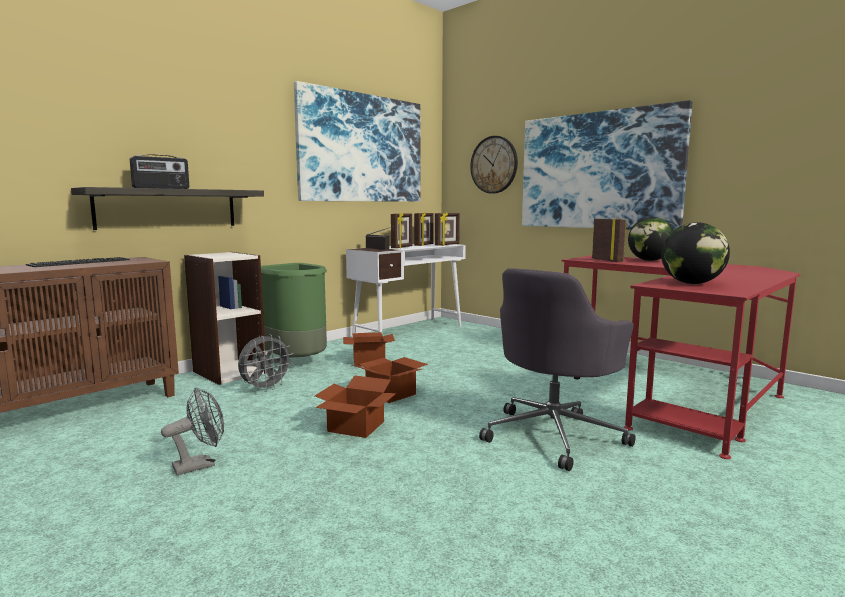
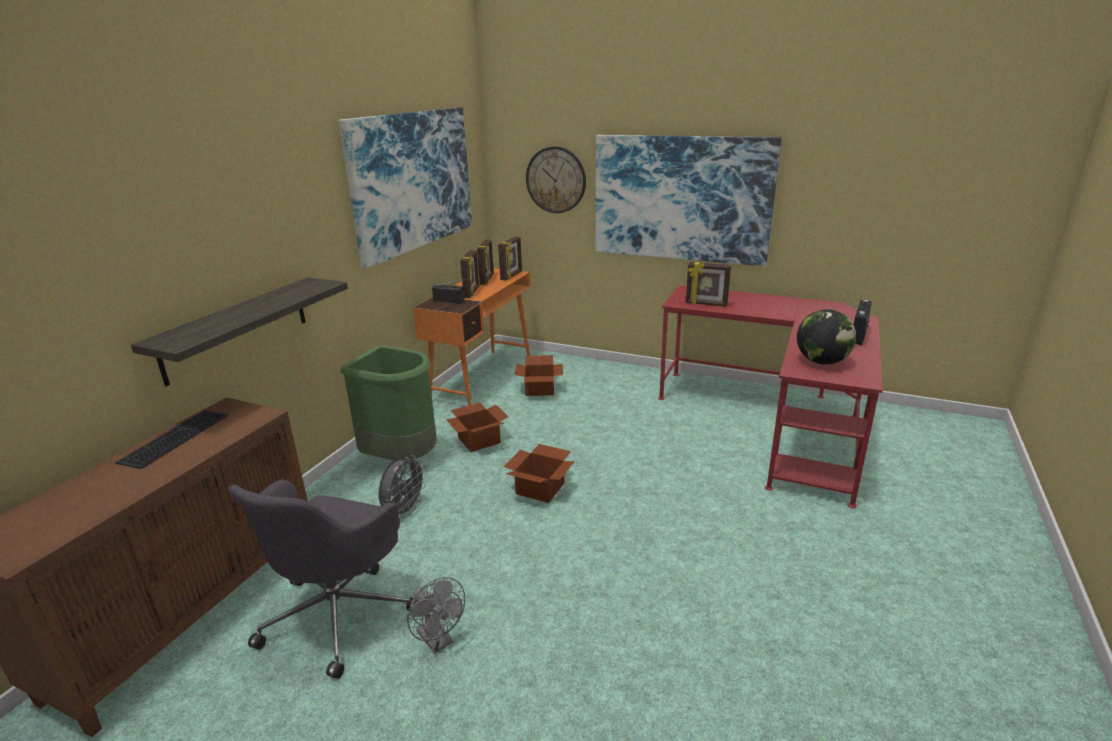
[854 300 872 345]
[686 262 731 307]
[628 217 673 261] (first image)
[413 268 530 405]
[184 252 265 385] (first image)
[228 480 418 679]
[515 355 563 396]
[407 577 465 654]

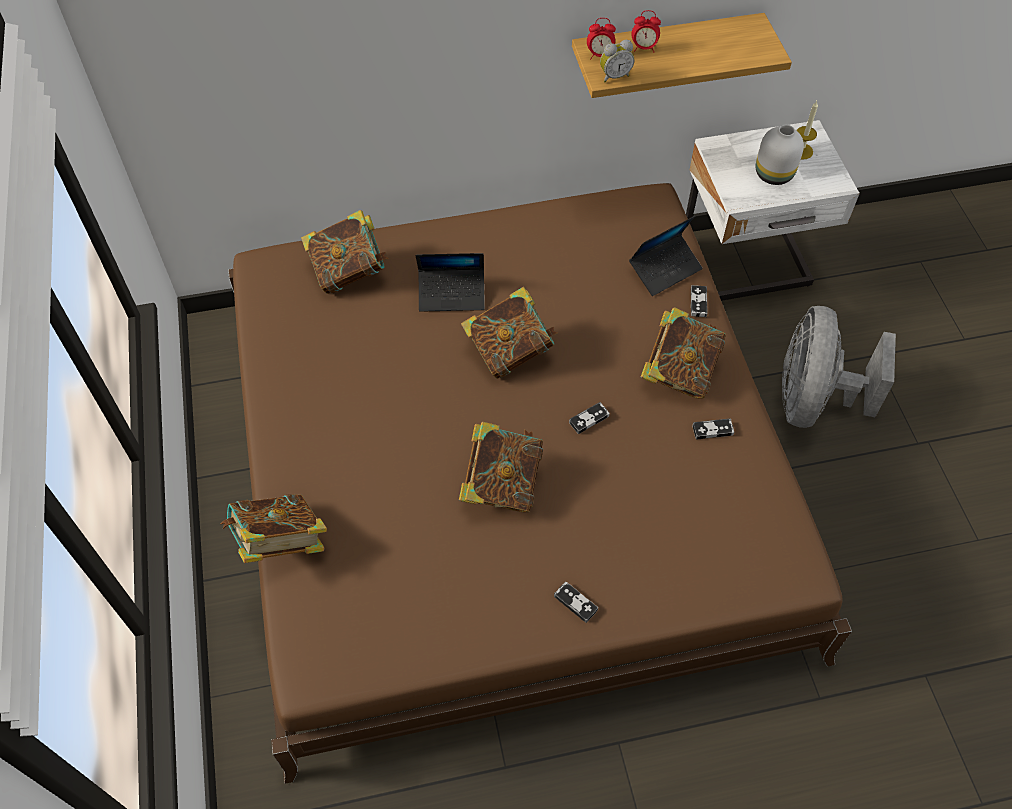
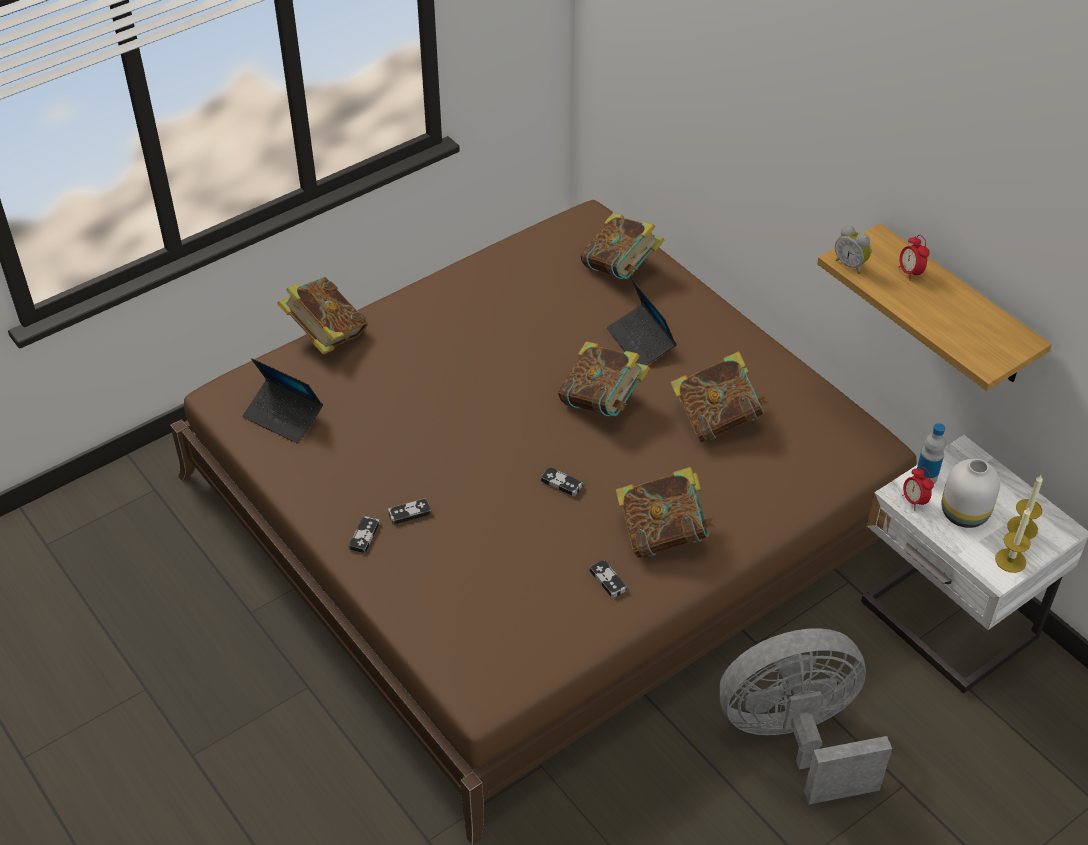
[902 467 934 511]
[243 358 323 444]
[388 498 431 525]
[670 351 769 443]
[917 423 946 484]
[995 508 1031 573]

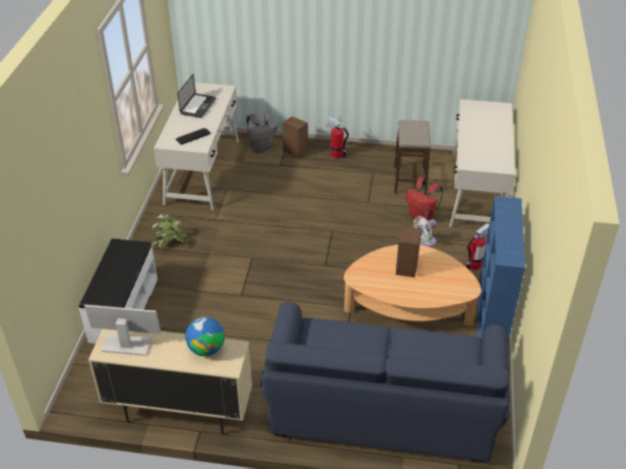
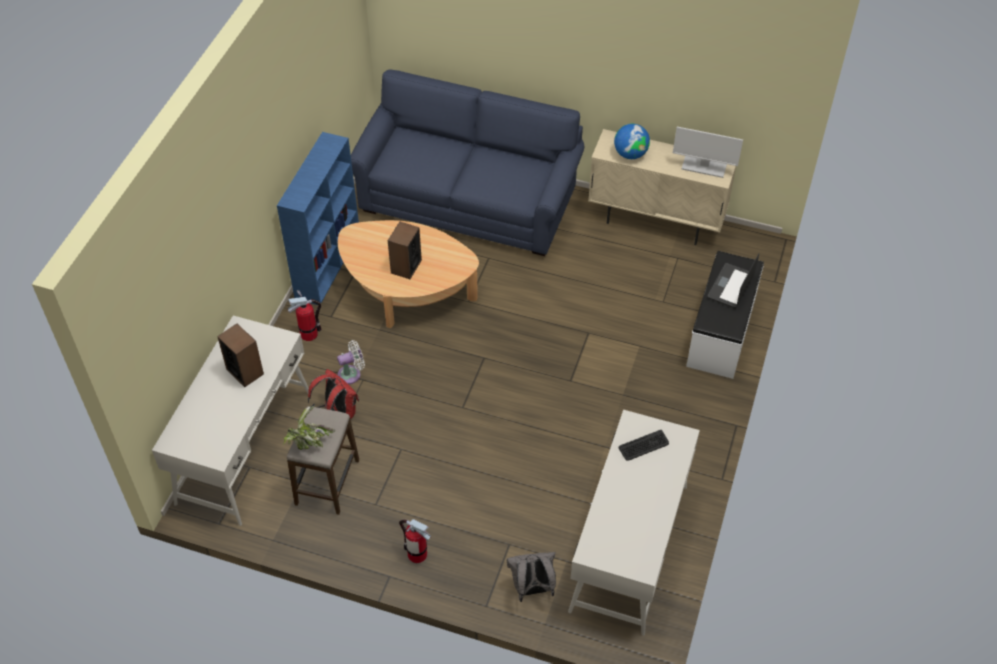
[707 254 759 308]
[217 324 264 387]
[282 404 335 450]

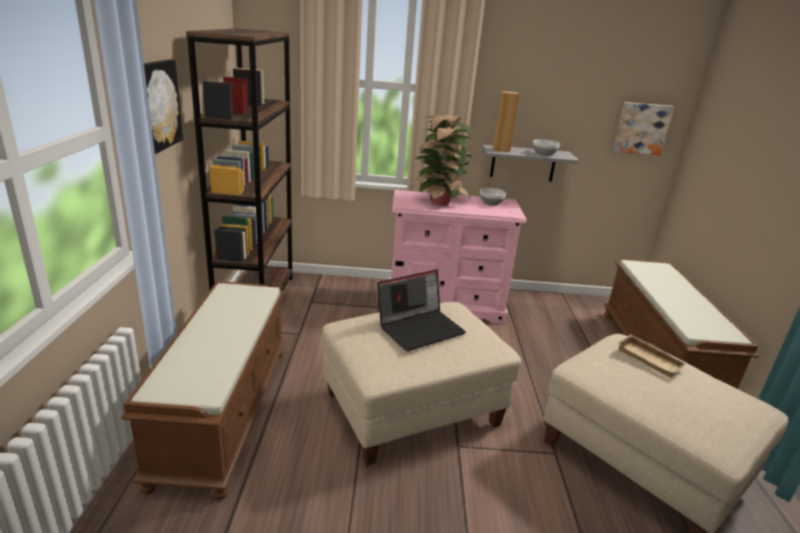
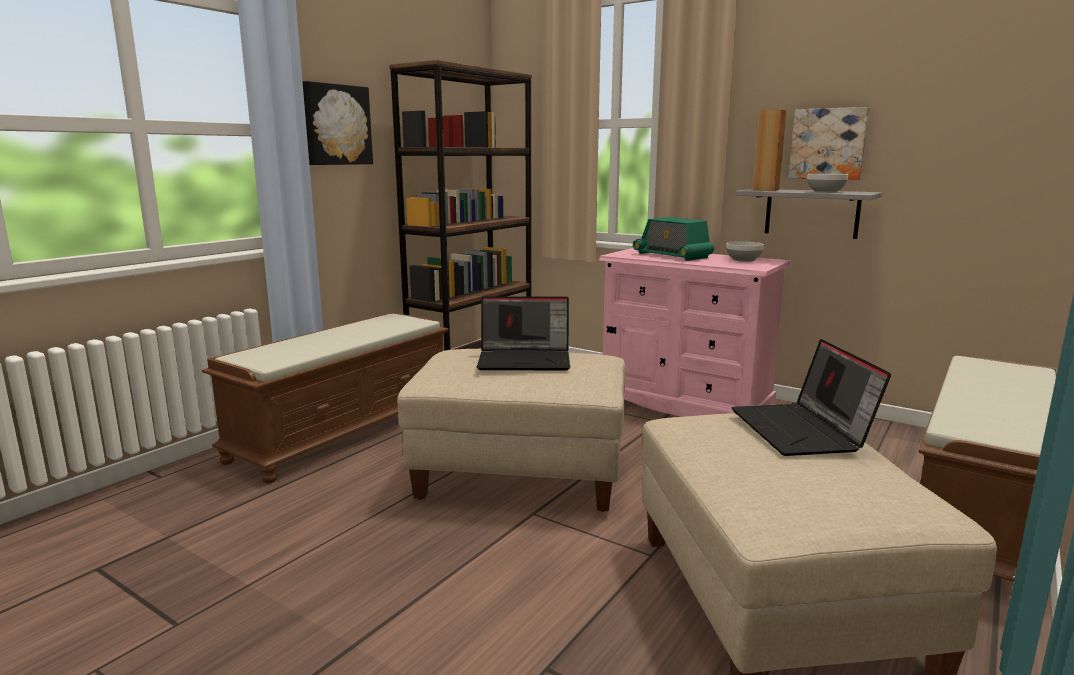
[789 107 869 180]
[633 217 714 261]
[732 339 891 456]

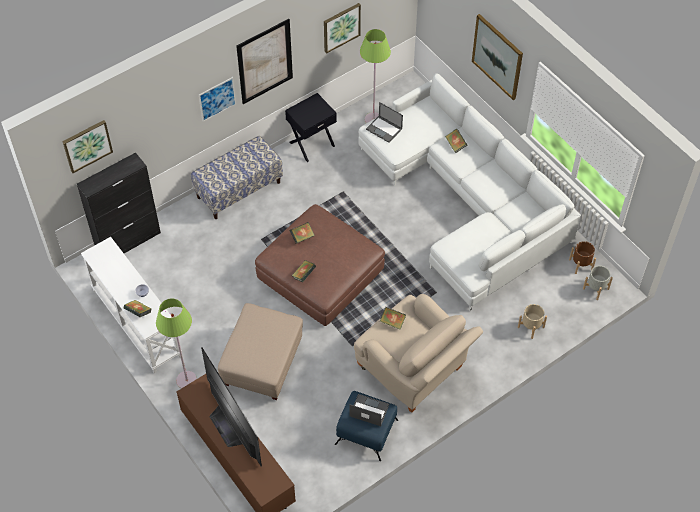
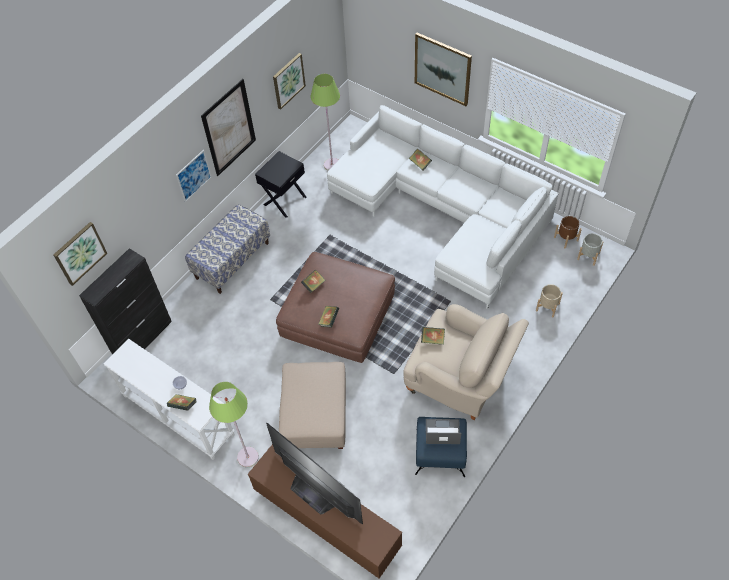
[366 102 403 143] (first image)

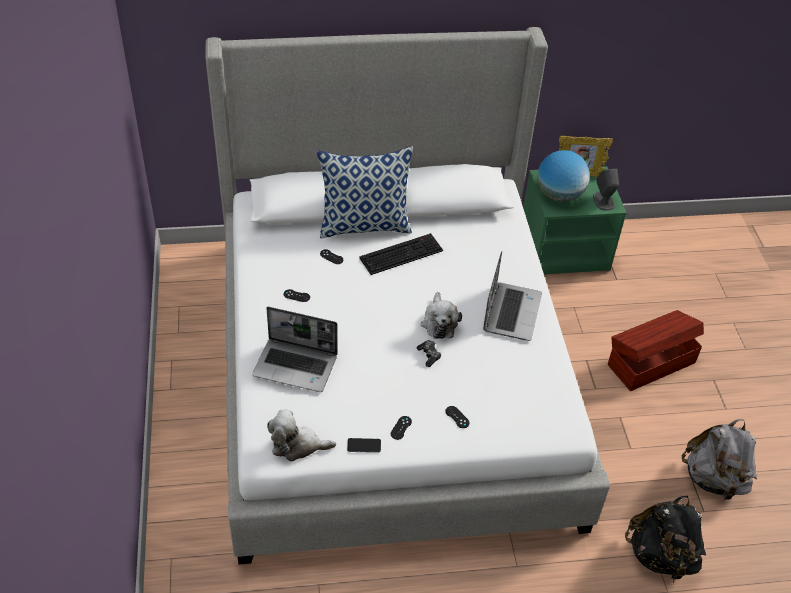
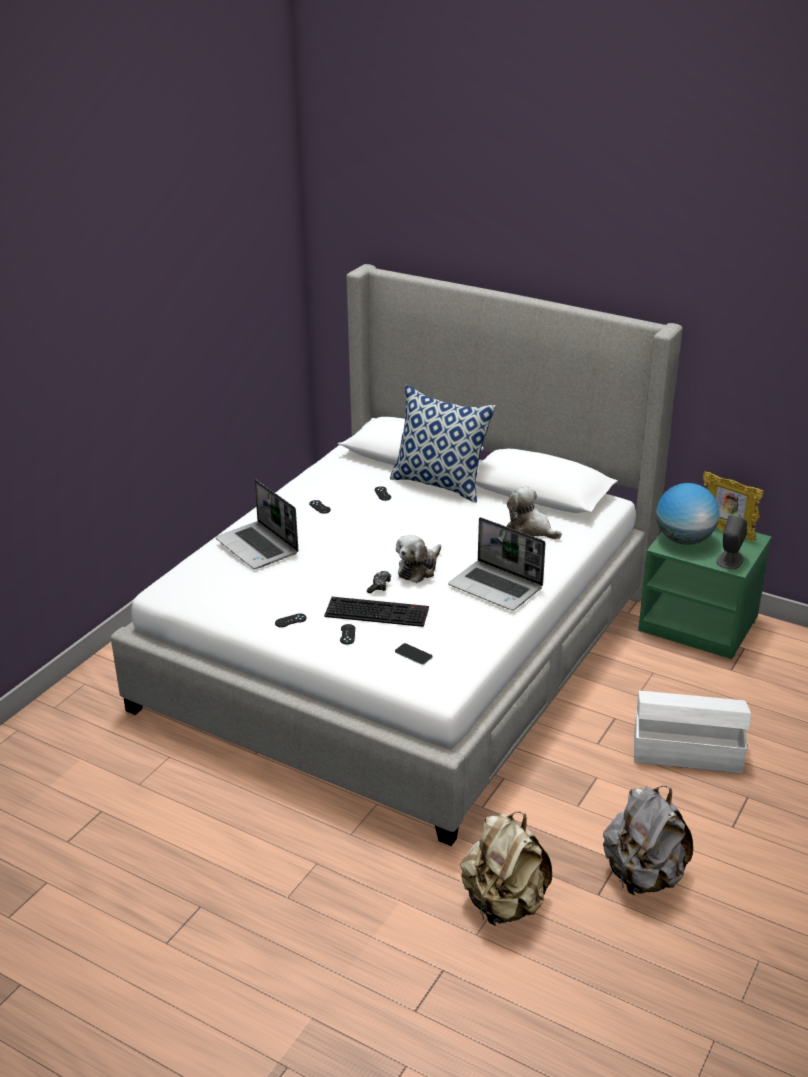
[324 597 429 627]
[448 517 546 611]
[634 691 751 774]
[507 486 562 539]
[395 643 433 665]
[460 811 552 926]

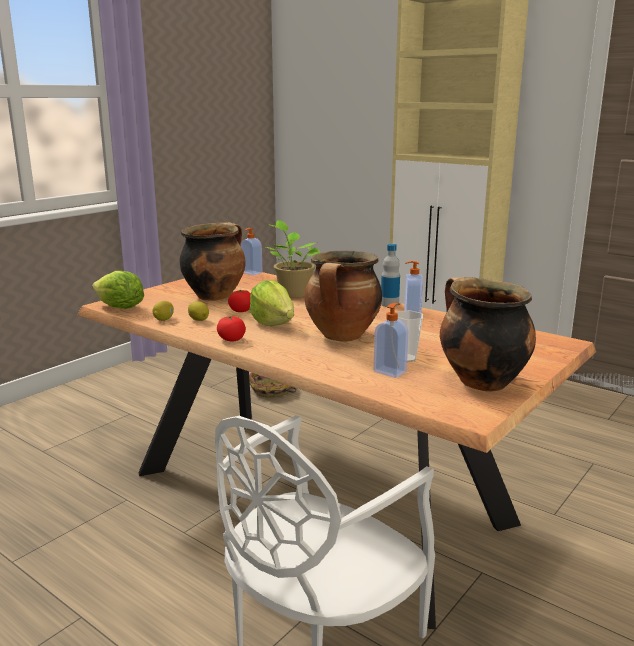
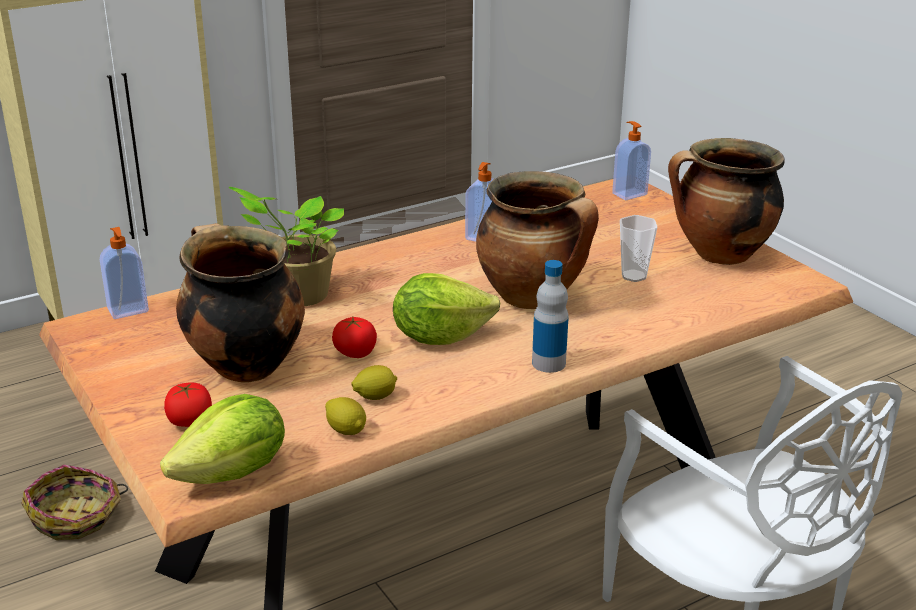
[532 260 569 373]
[612 121 651 200]
[164 382 212 427]

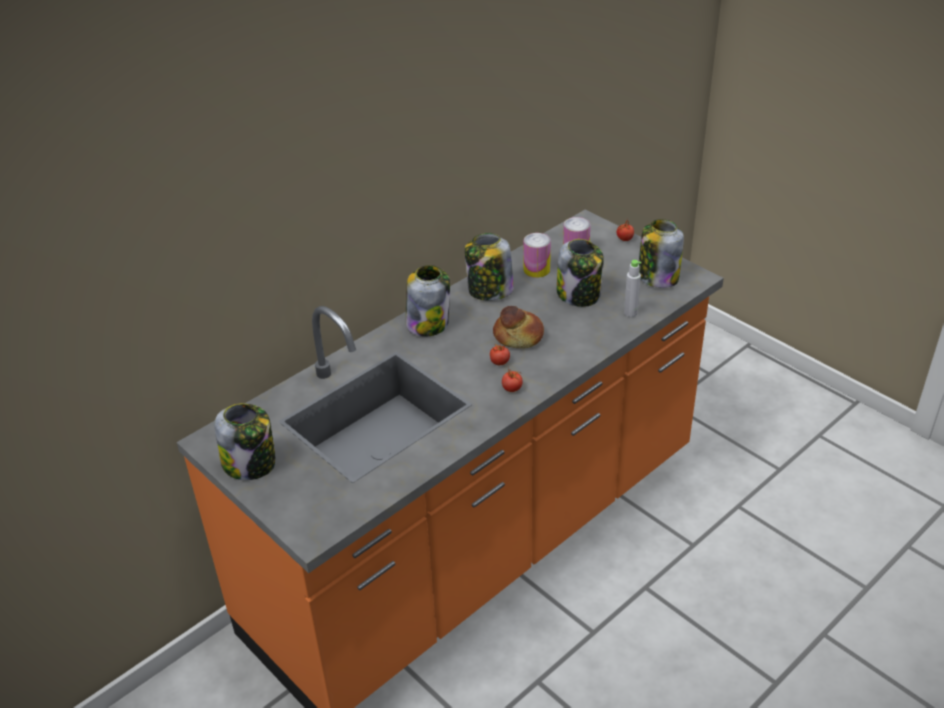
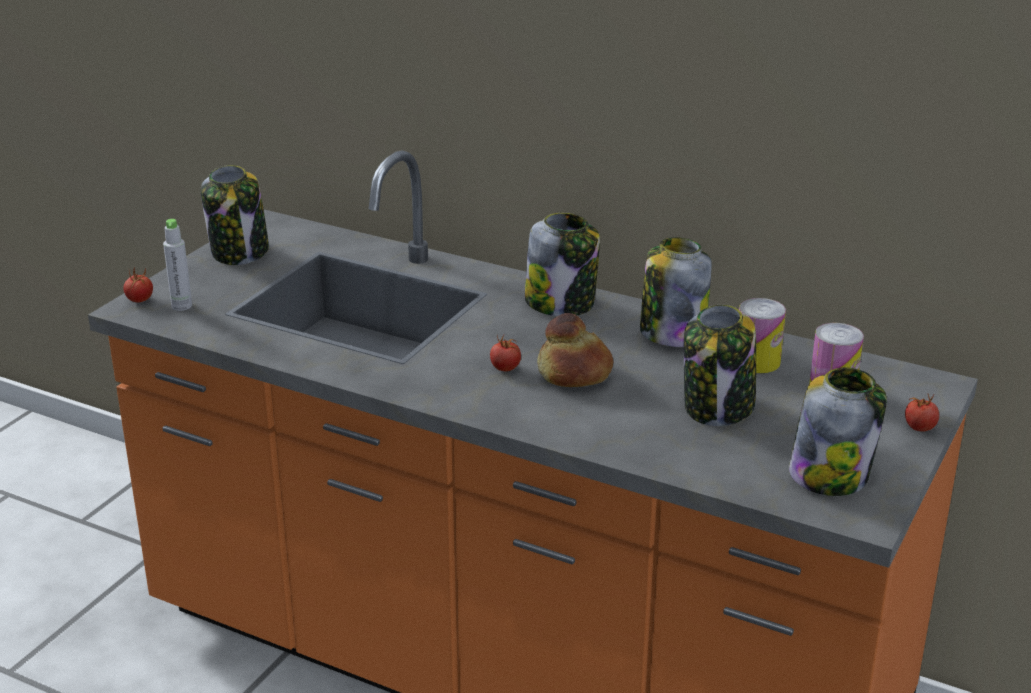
[163 219 192 311]
[124 267 153 302]

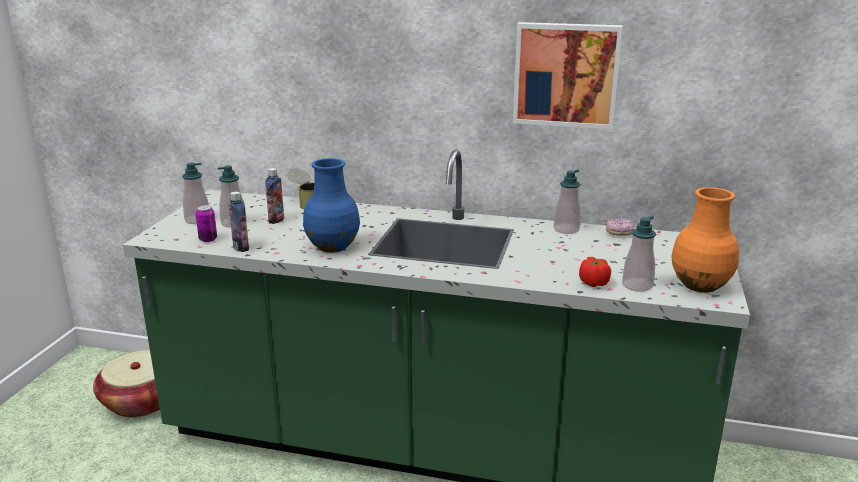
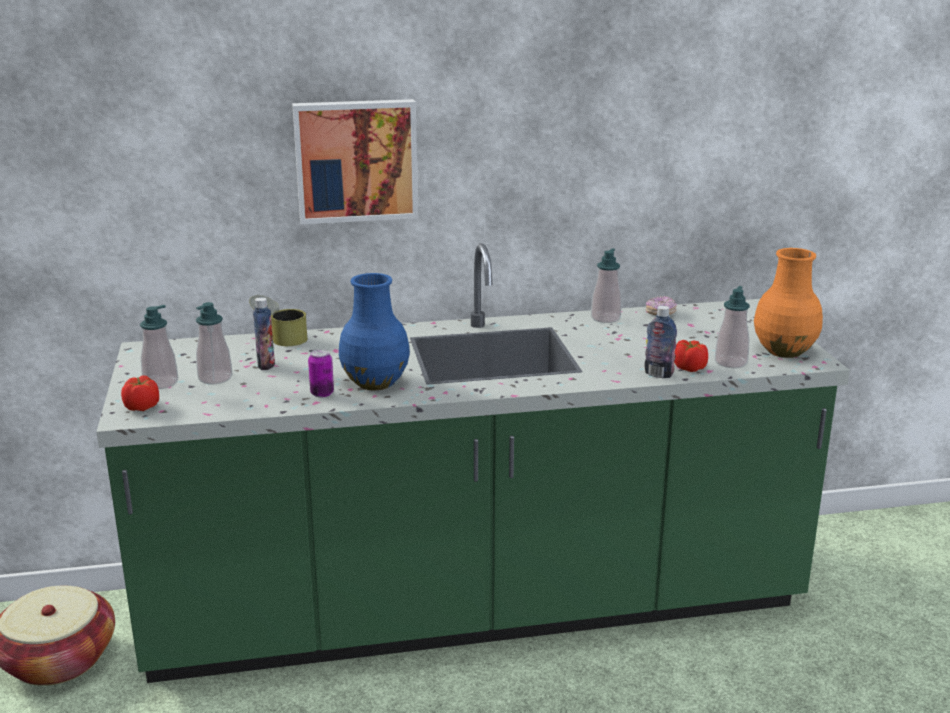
[292 99 418 224]
[644 306 677 378]
[308 349 334 398]
[121 375 159 411]

